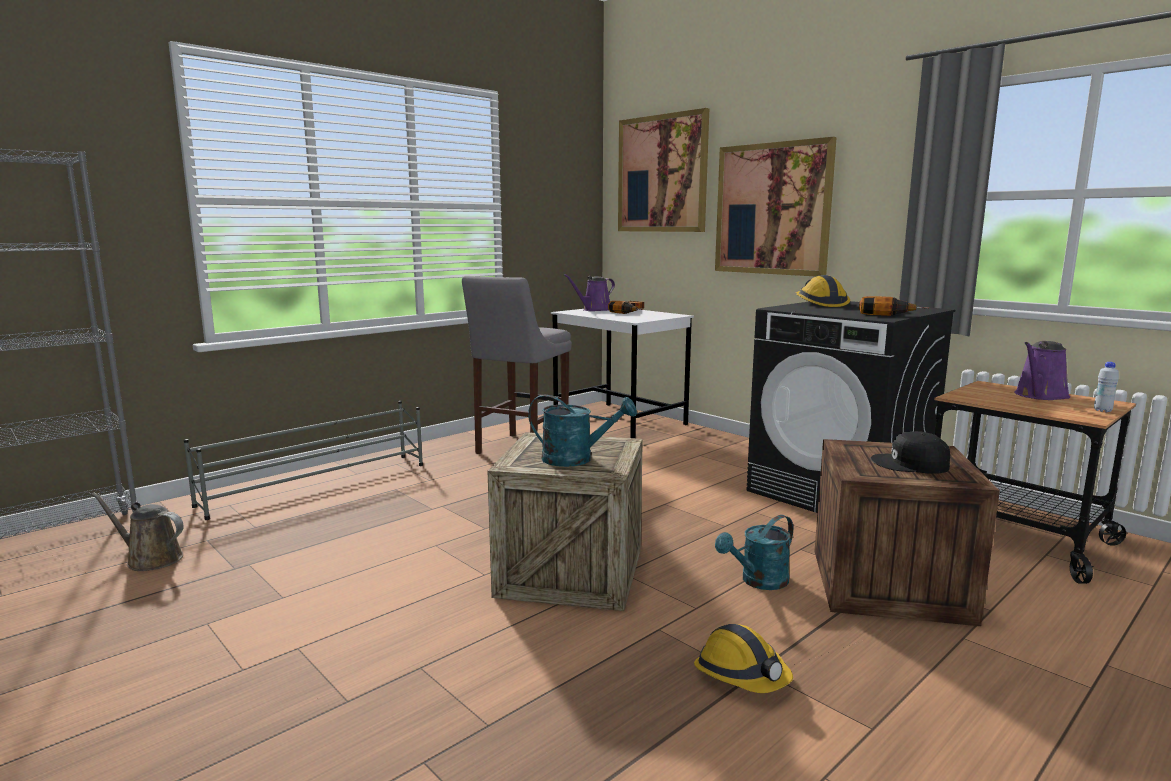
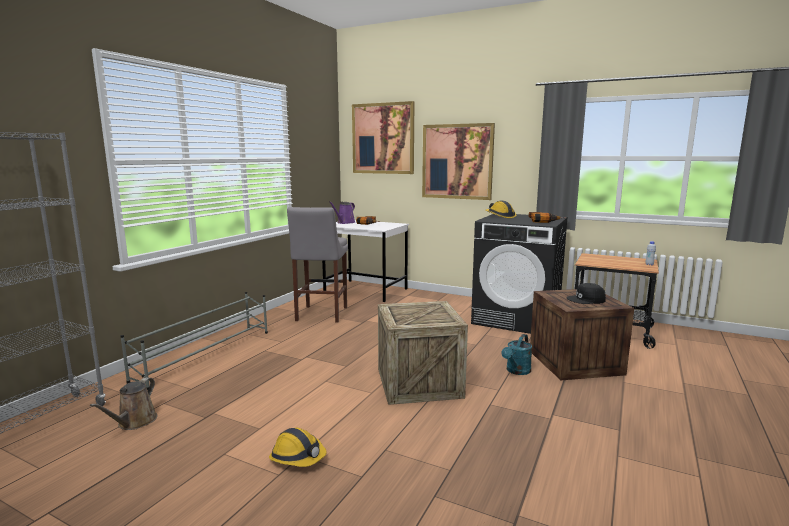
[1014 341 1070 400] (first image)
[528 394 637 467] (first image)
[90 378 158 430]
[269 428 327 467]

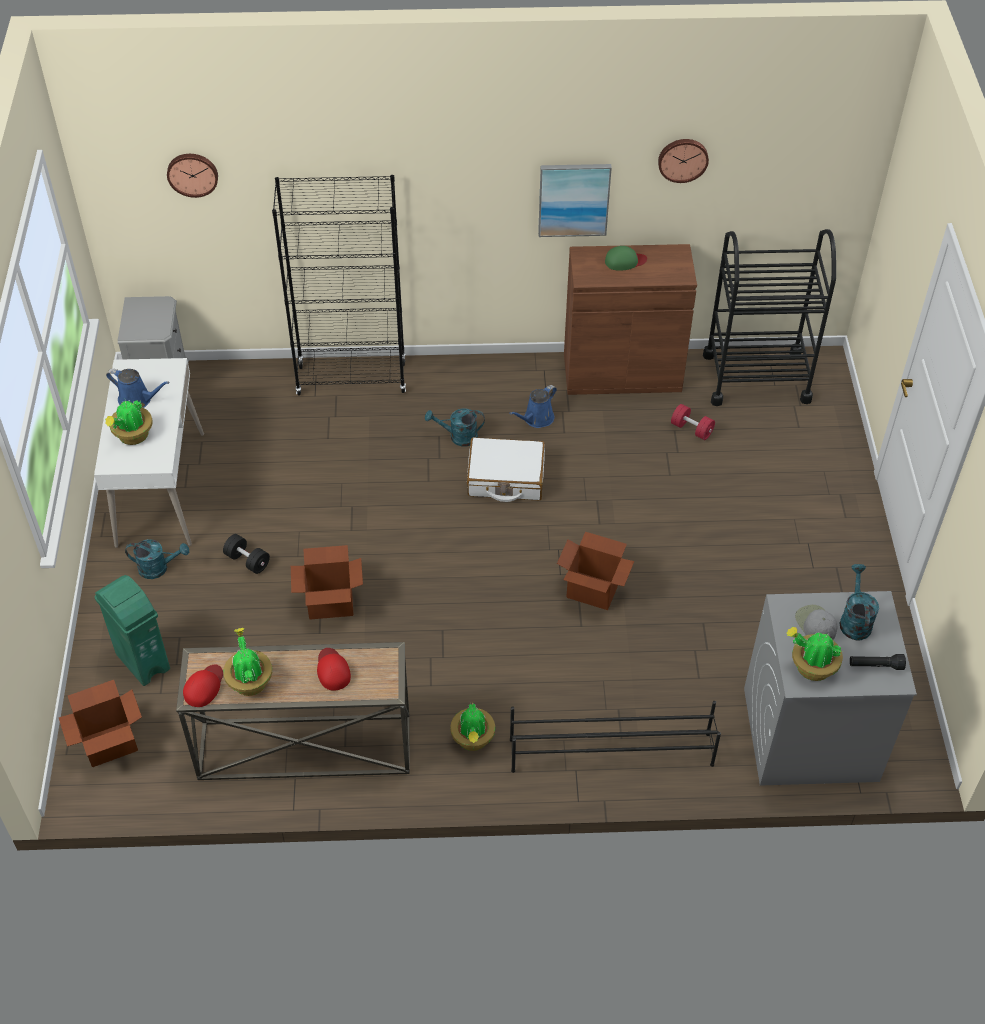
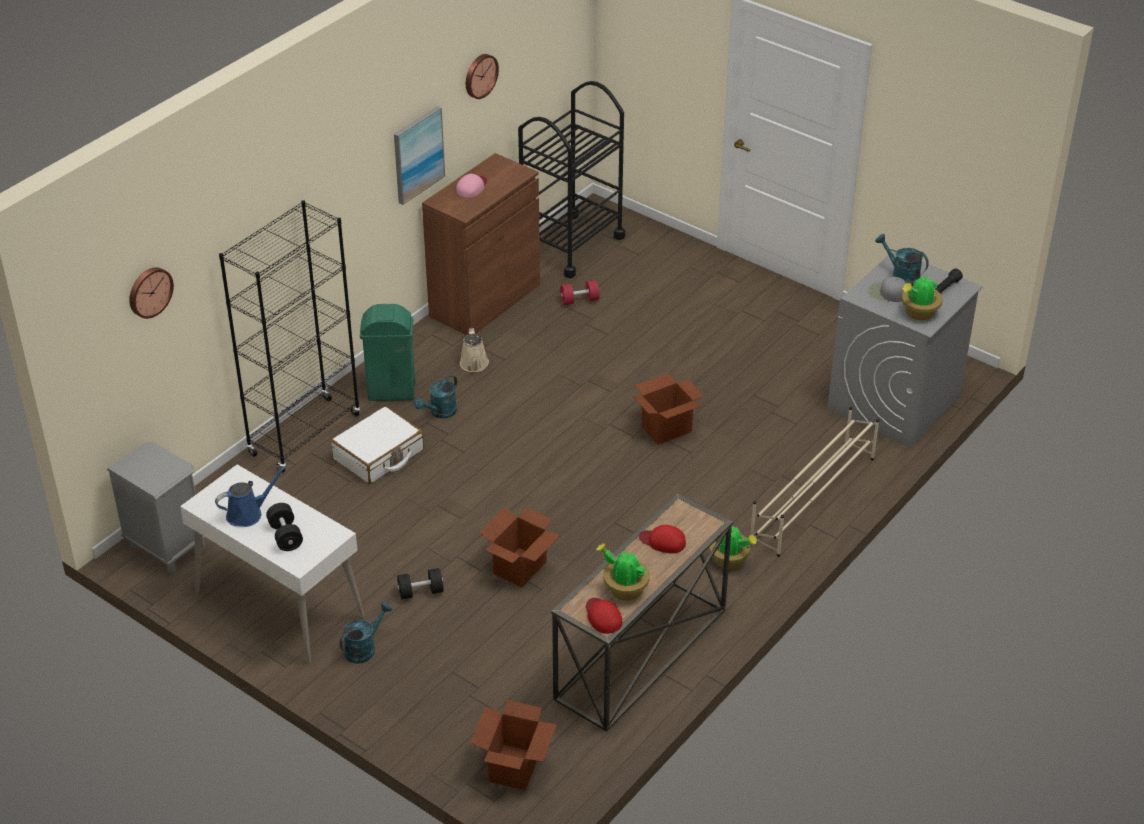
[456 174 487 198]
[460 328 489 372]
[266 503 303 551]
[331 406 424 484]
[360 304 415 401]
[750 407 879 557]

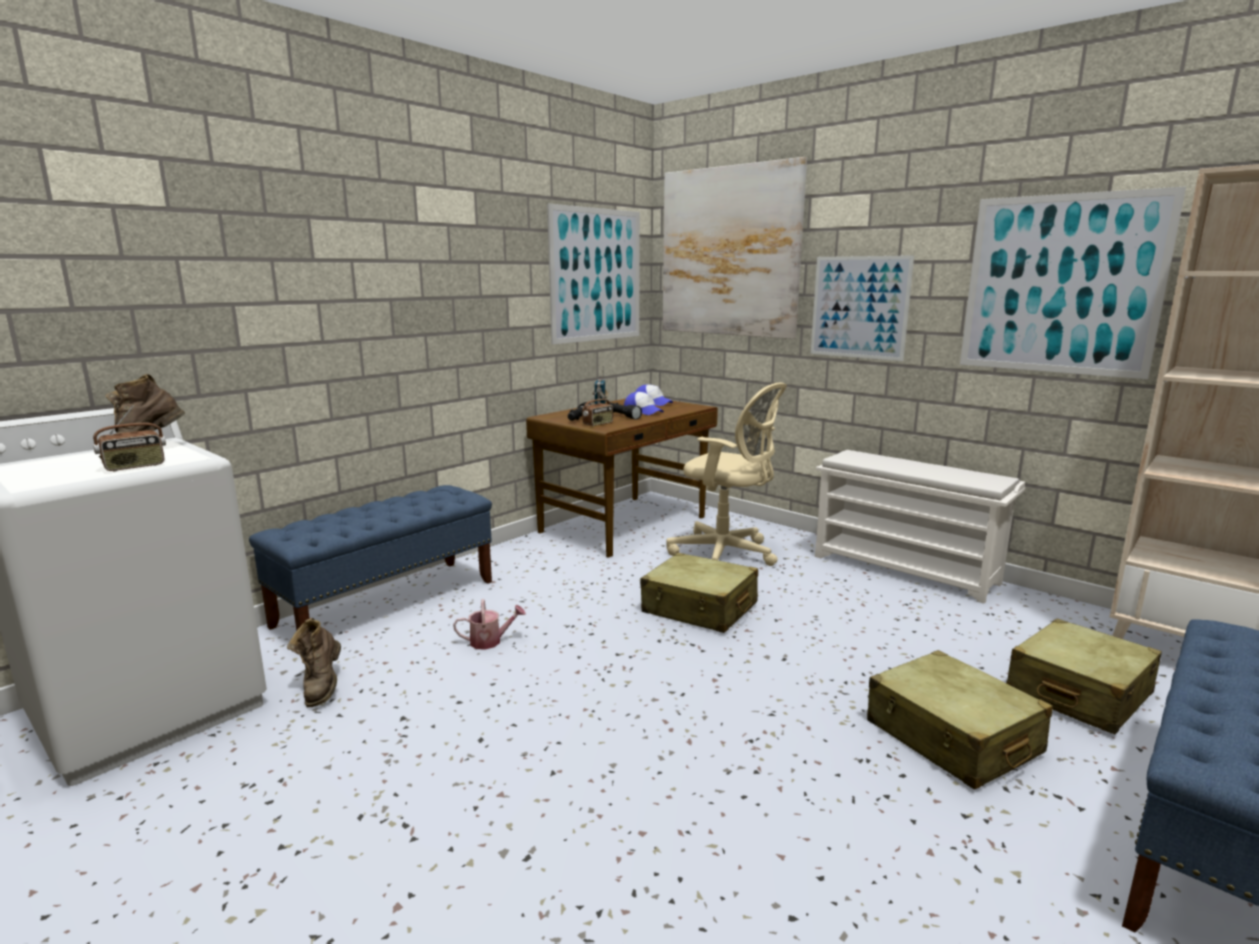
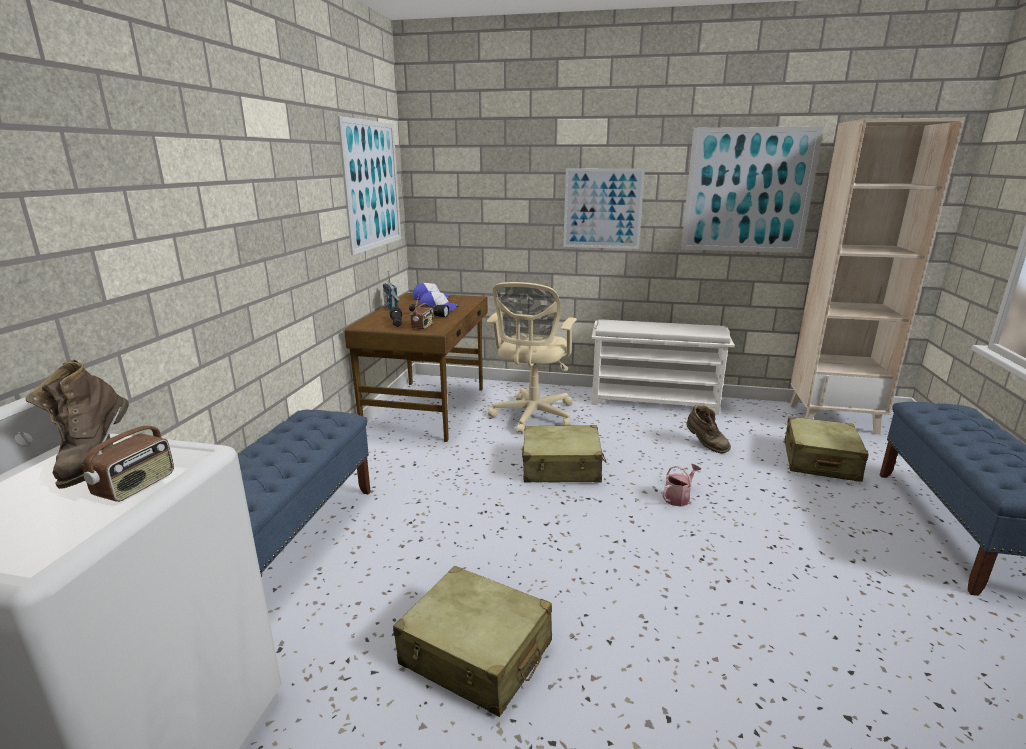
[663 157 807 339] (first image)
[487 282 577 434]
[663 464 701 506]
[686 405 731 453]
[393 566 552 717]

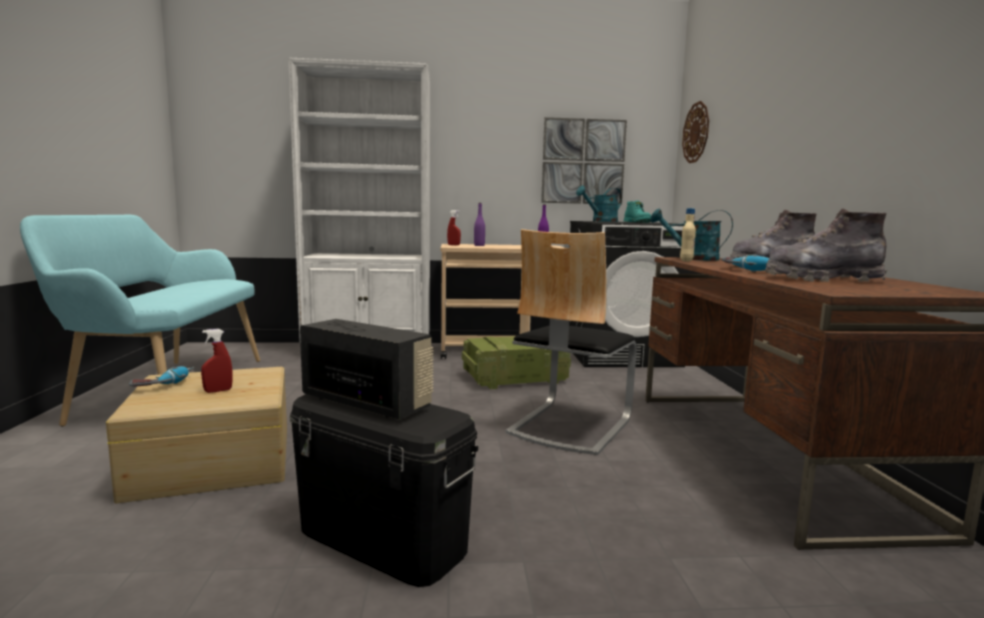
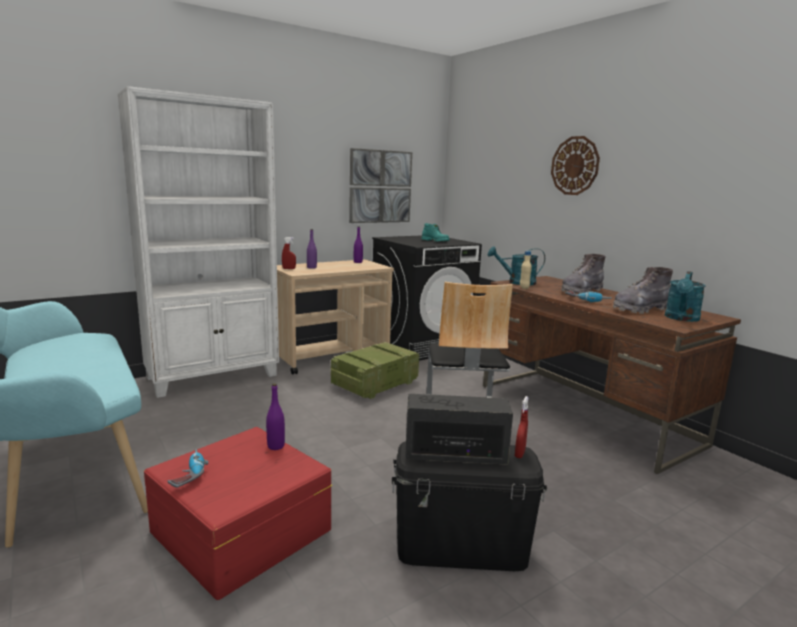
[551 136 600 195]
[665 271 706 322]
[515 396 529 458]
[144 427 332 600]
[266 383 285 450]

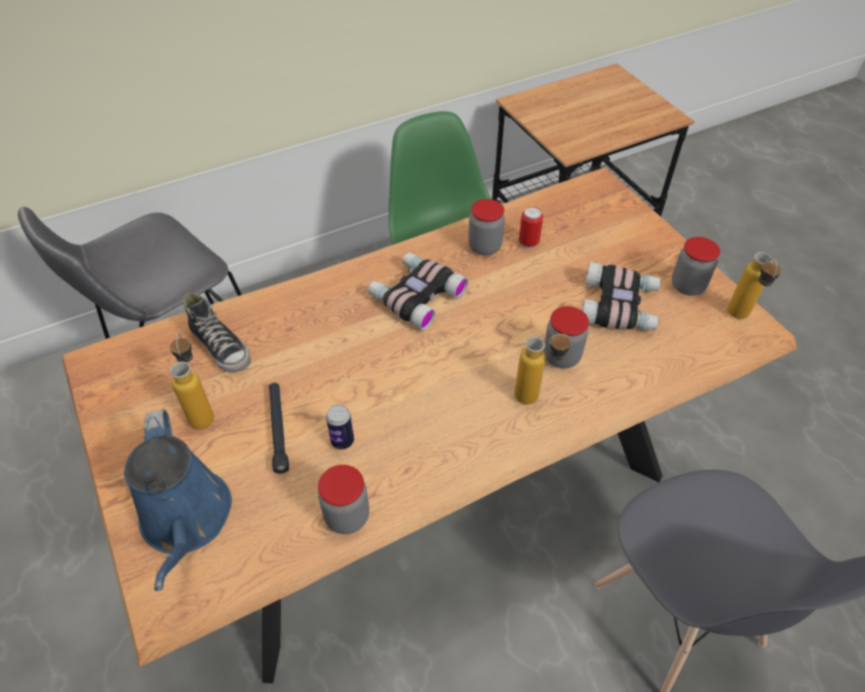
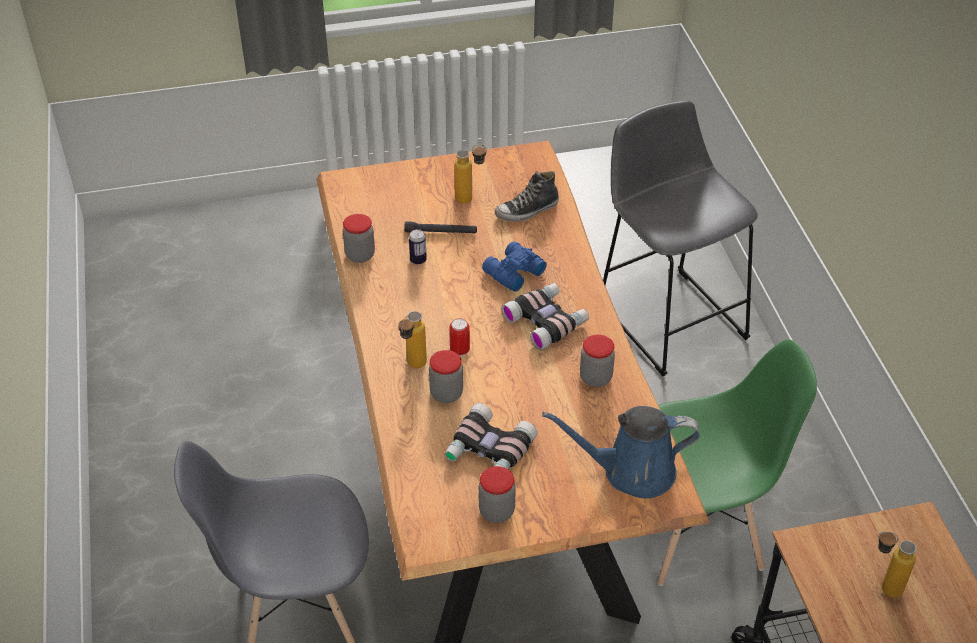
[449 318 470 356]
[878 531 917 598]
[542 406 700 498]
[482 241 547 292]

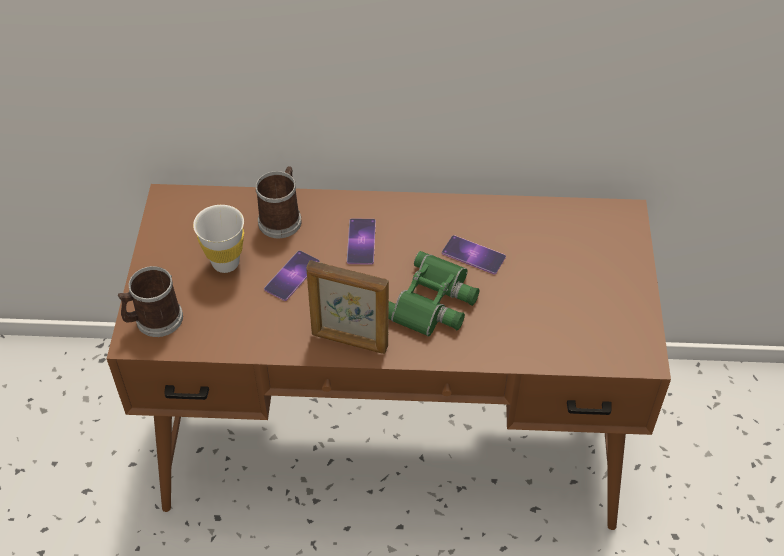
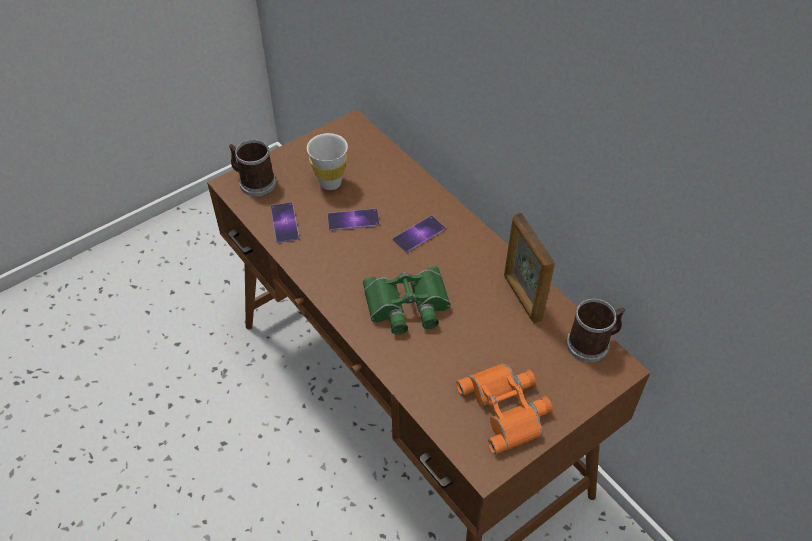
[566 299 625 363]
[270 202 299 243]
[504 213 555 323]
[456 363 553 454]

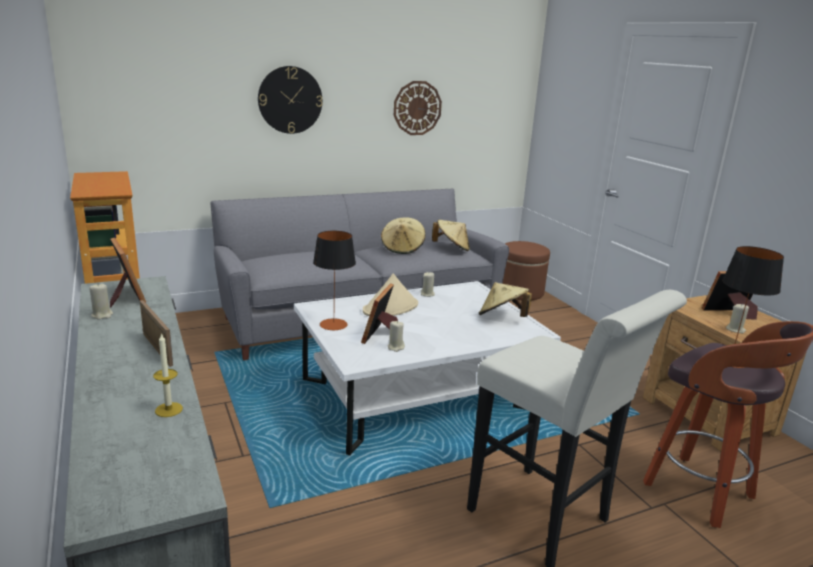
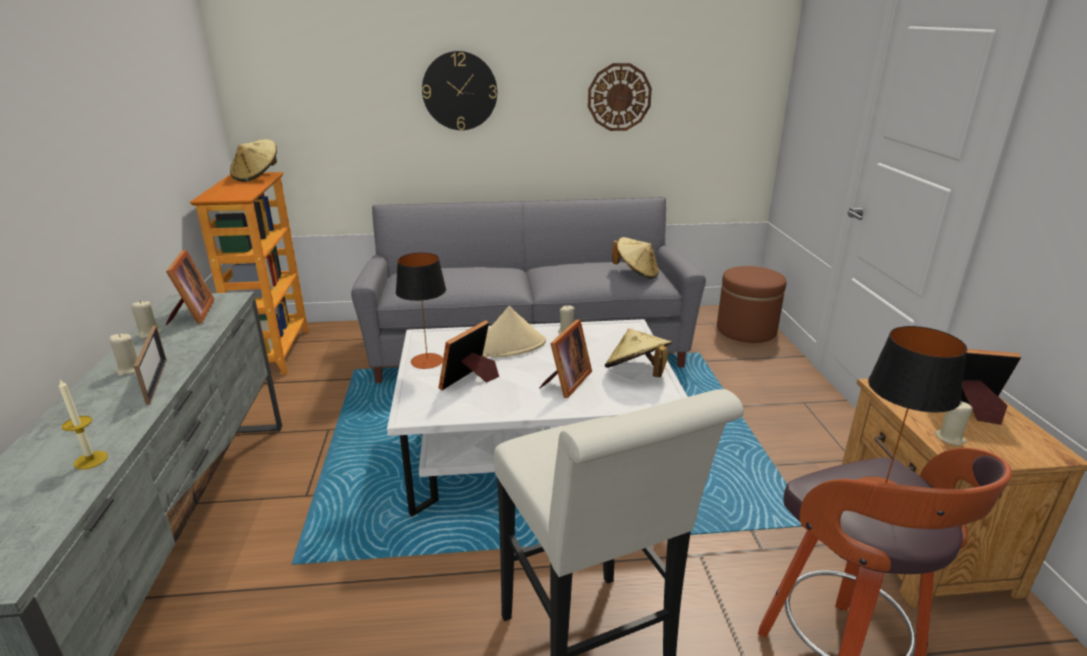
[230 139 277 182]
[110 334 138 376]
[540 319 592 398]

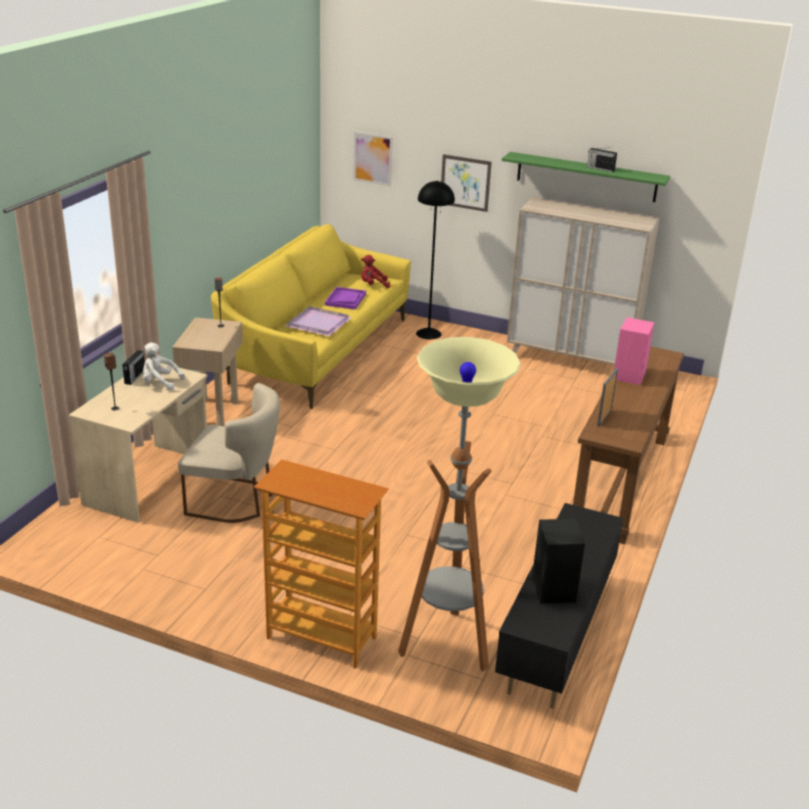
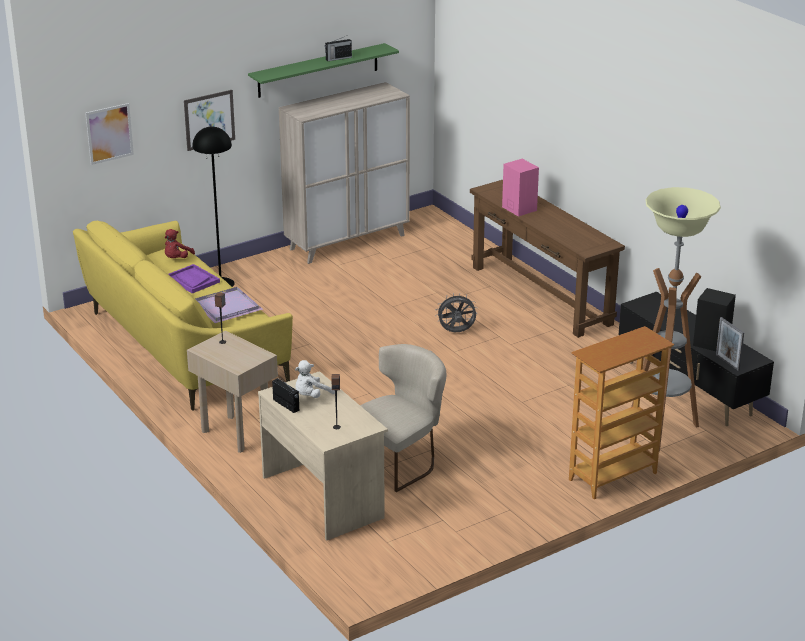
[716 317 744 371]
[435 293 478 332]

